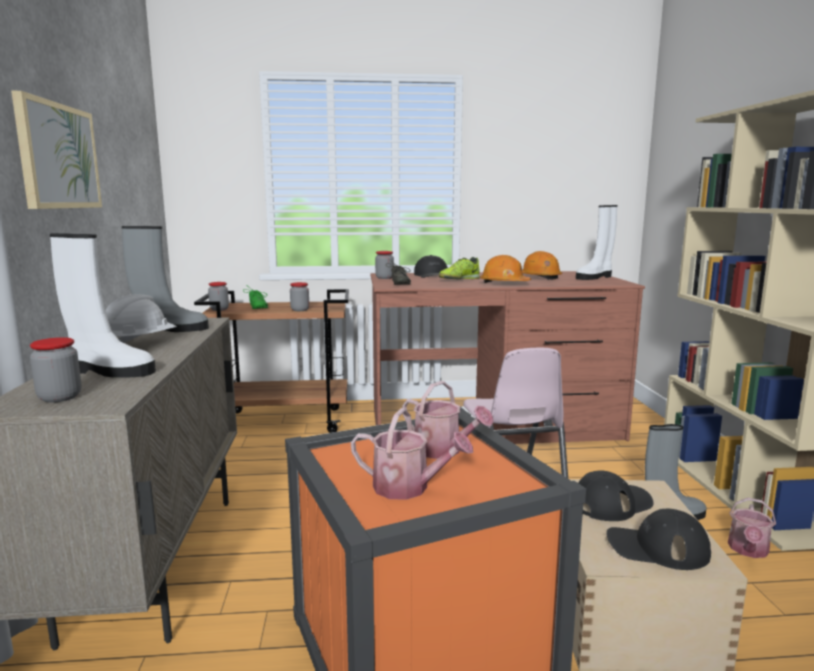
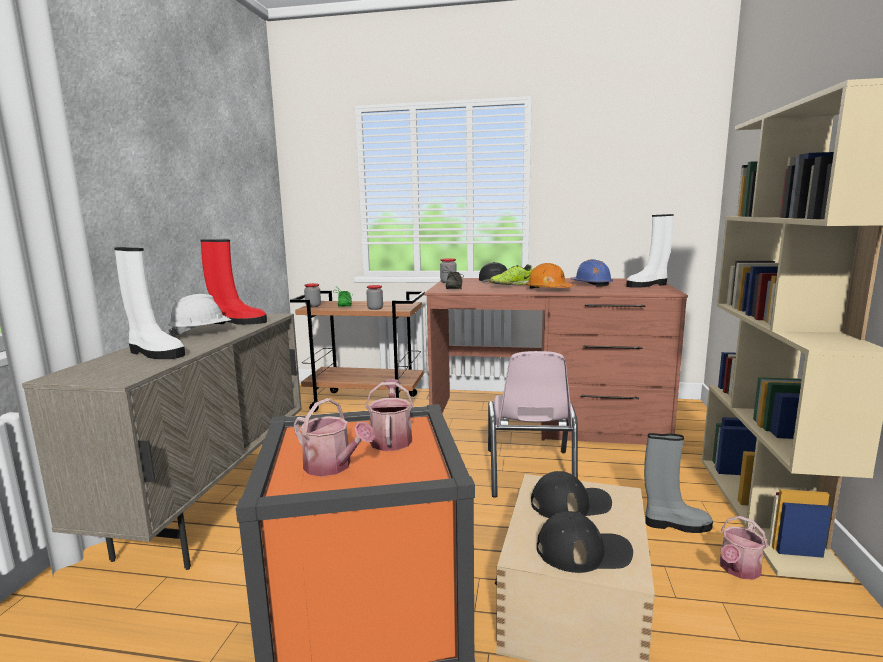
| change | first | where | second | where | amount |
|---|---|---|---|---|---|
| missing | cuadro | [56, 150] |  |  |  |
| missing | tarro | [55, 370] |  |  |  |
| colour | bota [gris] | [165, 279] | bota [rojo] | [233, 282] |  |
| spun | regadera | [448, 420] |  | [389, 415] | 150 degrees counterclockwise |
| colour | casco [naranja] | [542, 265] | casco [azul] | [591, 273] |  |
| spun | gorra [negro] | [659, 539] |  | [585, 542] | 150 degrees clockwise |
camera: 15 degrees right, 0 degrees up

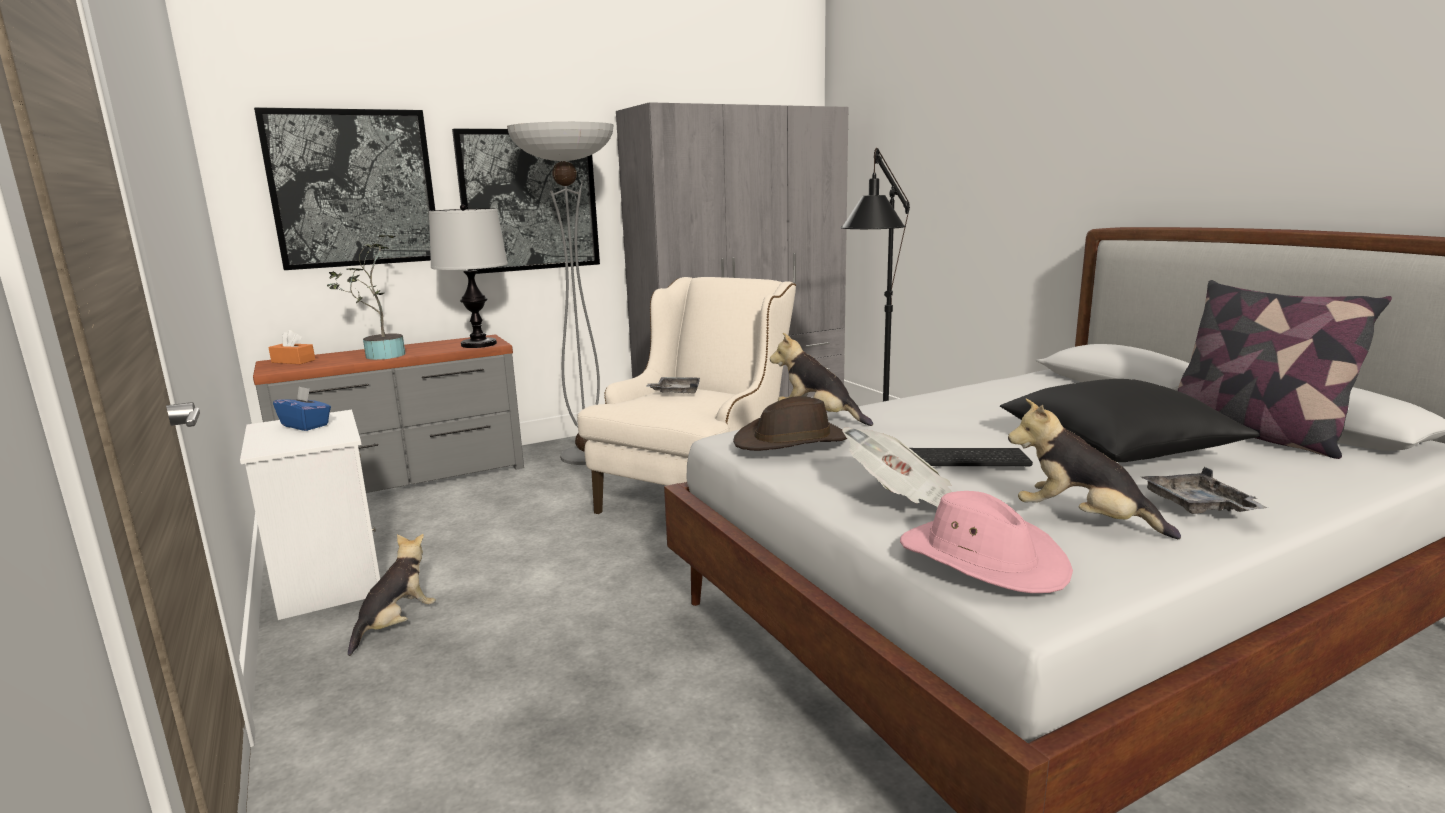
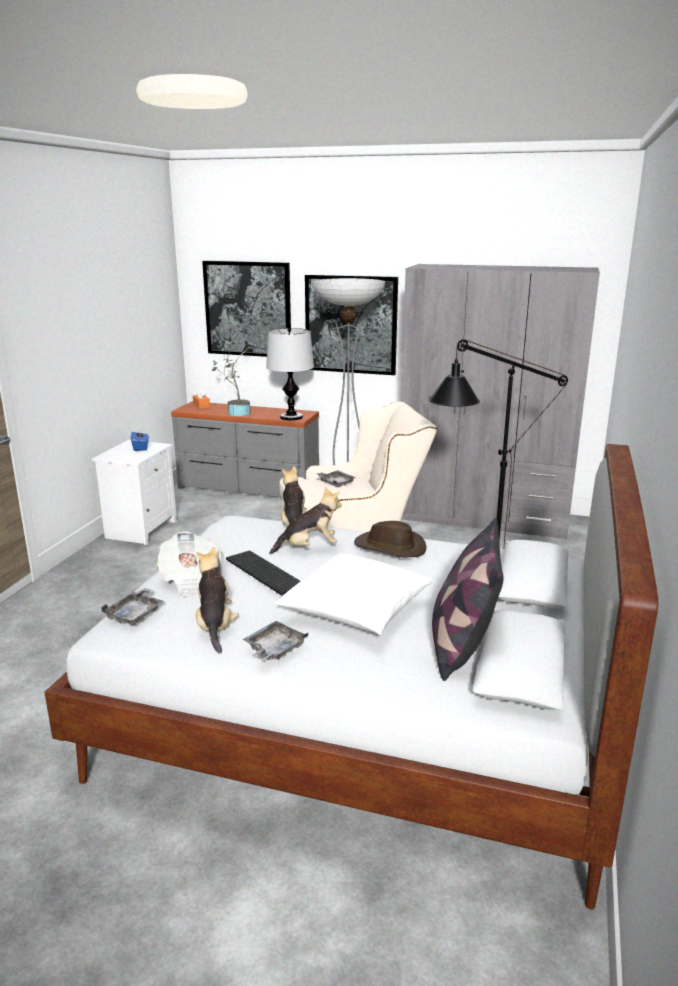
| change | first | where | second | where | amount |
|---|---|---|---|---|---|
| relocated | peluche | [392, 595] |  | [305, 520] |  |
| relocated | sombrero [marrón] | [790, 423] |  | [390, 539] |  |
| exchanged | sombrero [rosa] | [986, 542] | bandeja [gris] | [132, 606] |  |
| colour | cojín [negro] | [1129, 420] | cojín [blanco] | [353, 594] |  |
camera: 45 degrees right, 5 degrees up

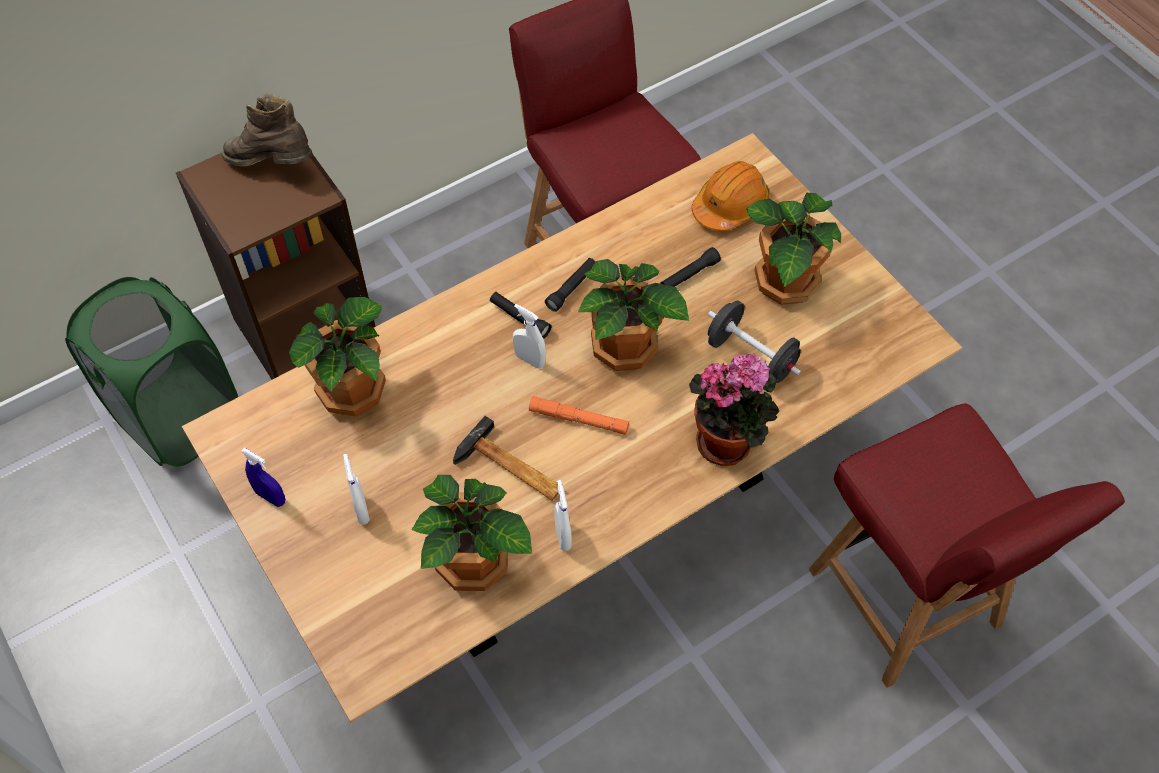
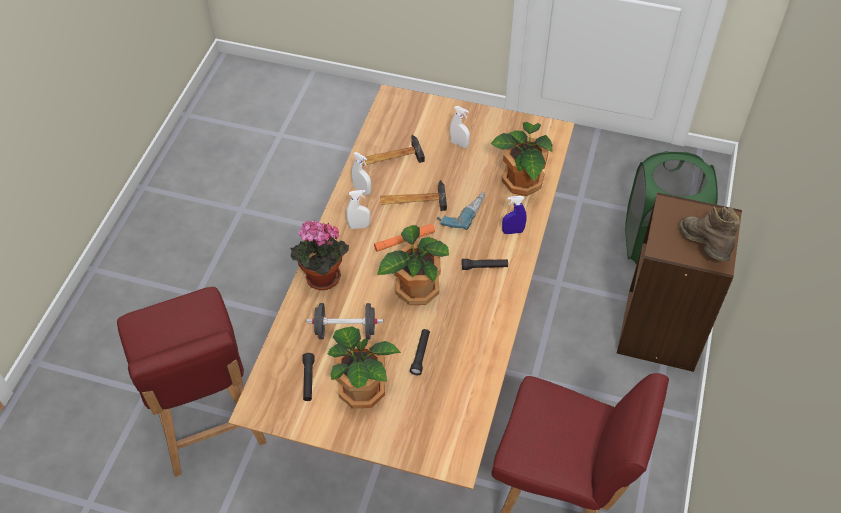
| change | first | where | second | where | amount |
|---|---|---|---|---|---|
| spun | bota [marrón] | [267, 130] |  | [709, 234] | 90 degrees counterclockwise |
| relocated | pulverizador [azul] | [263, 477] |  | [514, 215] |  |
| exchanged | planta en maceta | [472, 533] | martillo | [393, 150] |  |
| relocated | pulverizador [blanco] | [529, 336] |  | [358, 209] |  |
| relocated | linterna [negro] | [570, 285] |  | [308, 377] |  |
| missing | casco [naranja] | [730, 196] |  |  |  |
| spun | silla [rojo] | [967, 545] |  | [192, 382] | 135 degrees counterclockwise |
| appeared |  |  | taladro | [461, 211] |  |
camera: 140 degrees right, 5 degrees down

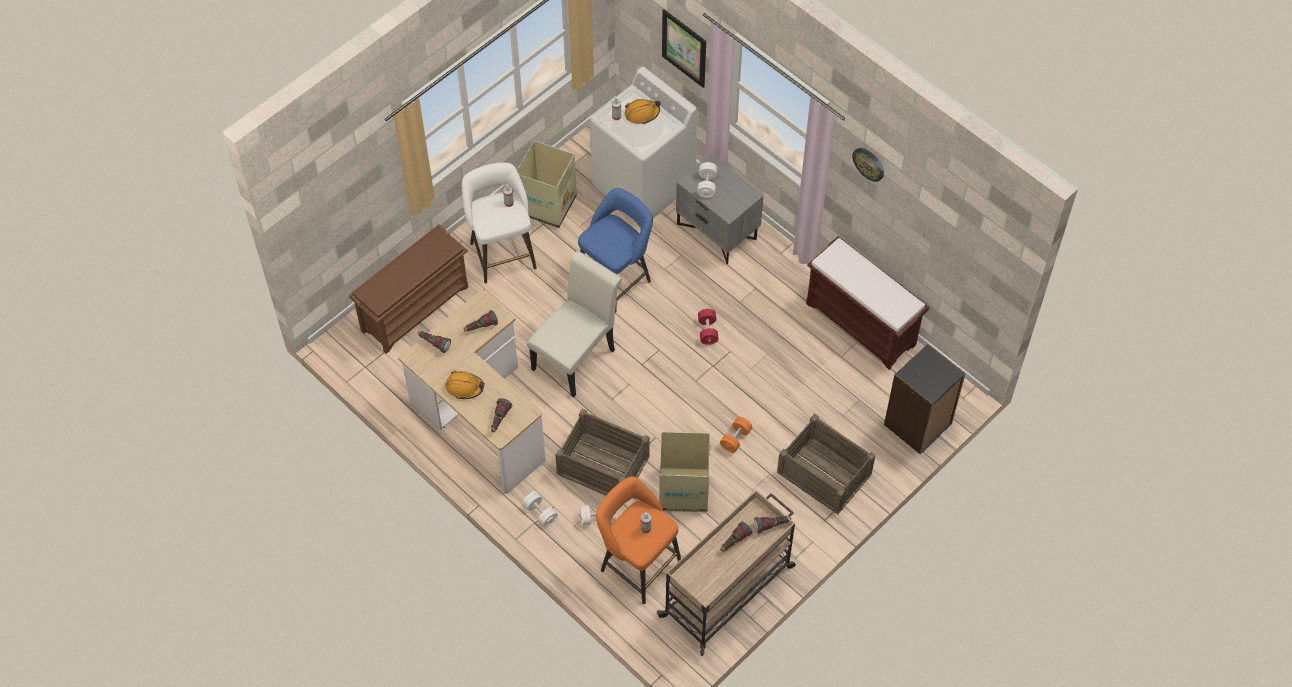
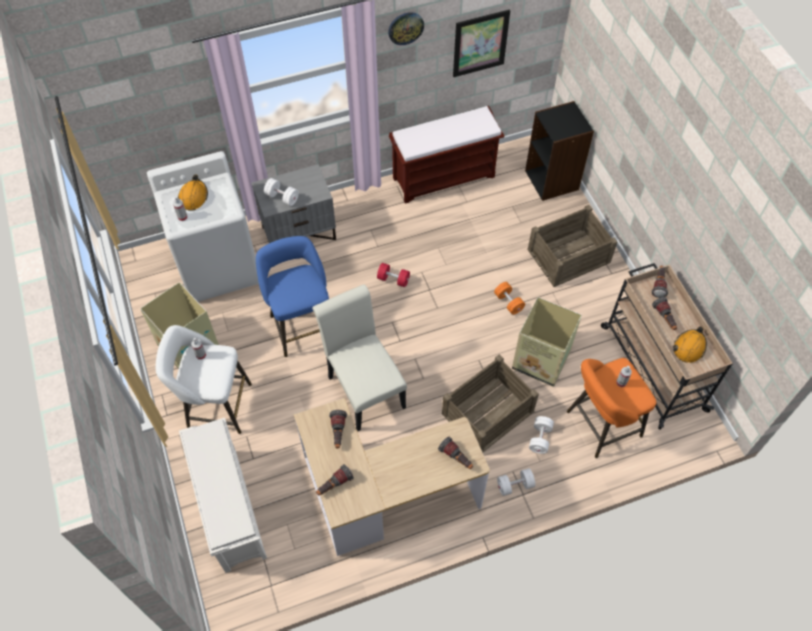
| change | first | where | second | where | amount |
|---|---|---|---|---|---|
| colour | zapatero [marrón] | [408, 289] | zapatero [blanco] | [223, 495] |  |
| relocated | casco [naranja] | [465, 384] |  | [690, 345] |  |
| relocated | cuadro | [684, 48] |  | [481, 43] |  |
camera: 65 degrees left, 0 degrees up

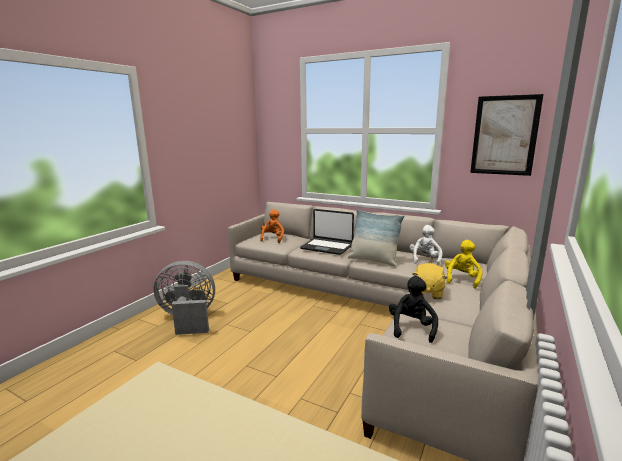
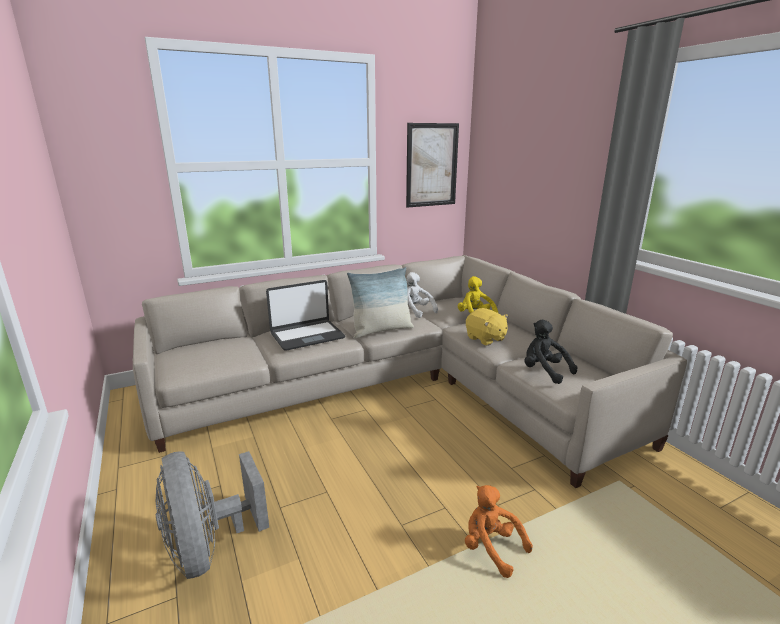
| change | first | where | second | where | amount |
|---|---|---|---|---|---|
| spun | ventilador [gris] | [184, 298] |  | [212, 515] | 60 degrees counterclockwise |
| relocated | peluche [naranja] | [272, 226] |  | [499, 531] |  |
camera: 55 degrees left, 5 degrees up

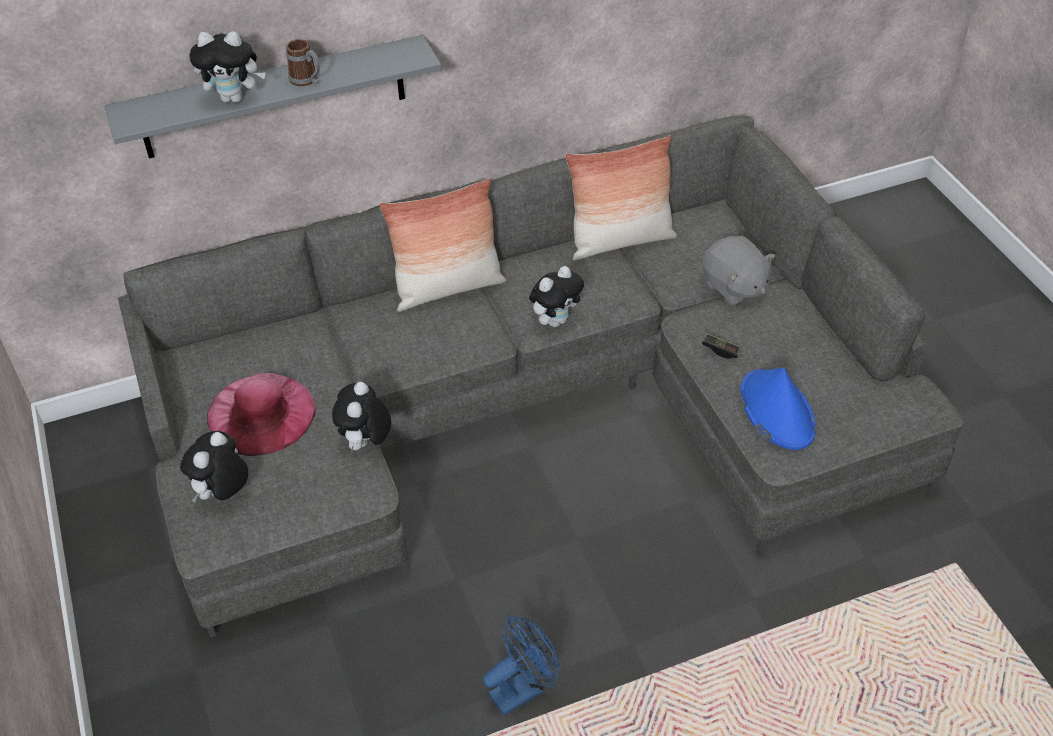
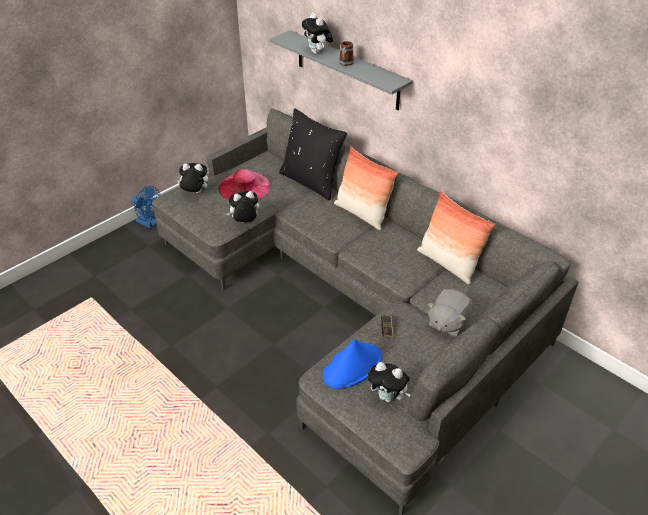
| change | first | where | second | where | amount |
|---|---|---|---|---|---|
| relocated | ventilador [azul] | [521, 665] |  | [146, 207] |  |
| relocated | peluche | [556, 296] |  | [389, 382] |  |
| appeared |  |  | cojín [negro] | [313, 154] |  |
camera: 65 degrees right, 5 degrees down

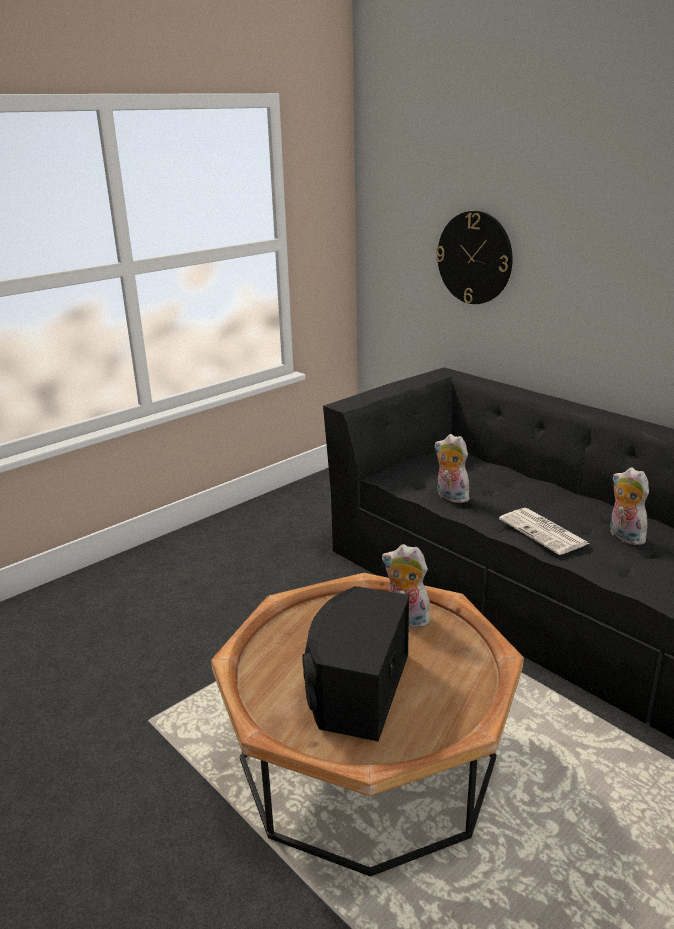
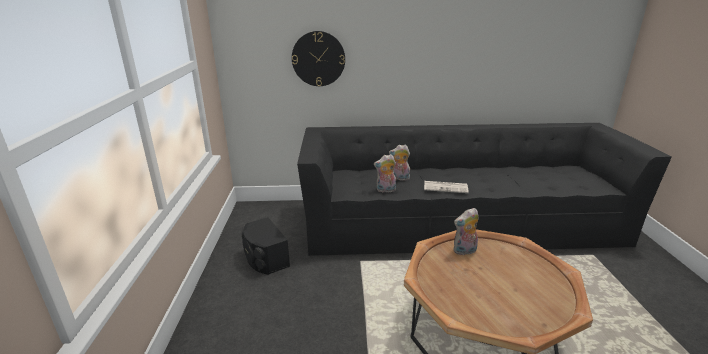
| change | first | where | second | where | amount |
|---|---|---|---|---|---|
| relocated | altavoz [negro] | [355, 664] |  | [266, 246] |  |
| relocated | peluche | [630, 506] |  | [399, 163] |  |
camera: 50 degrees left, 0 degrees up

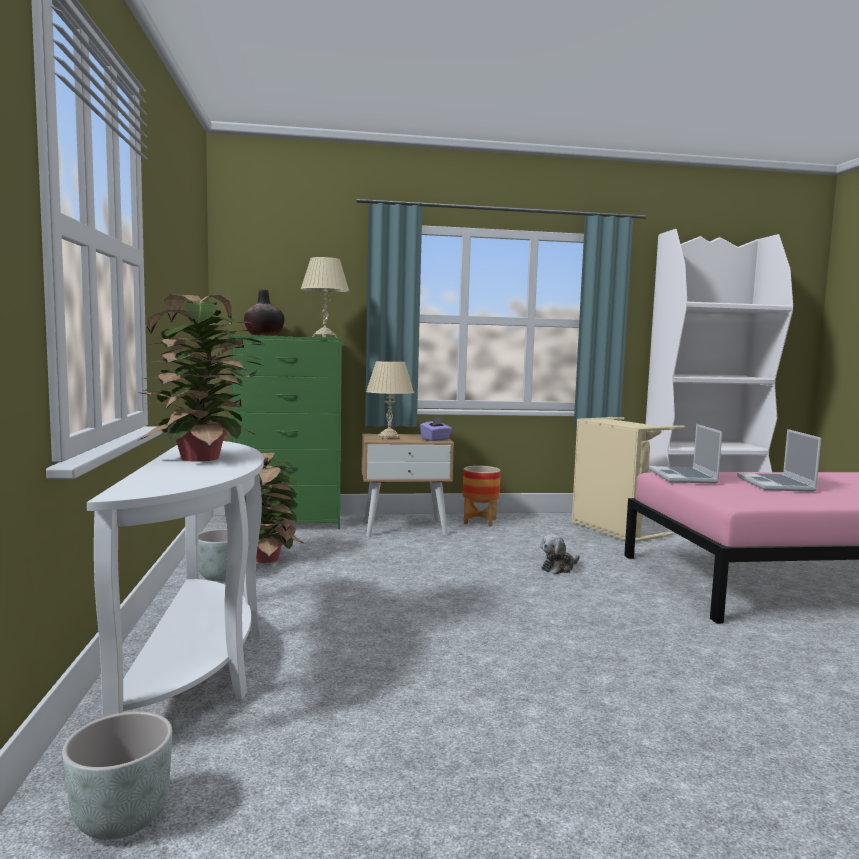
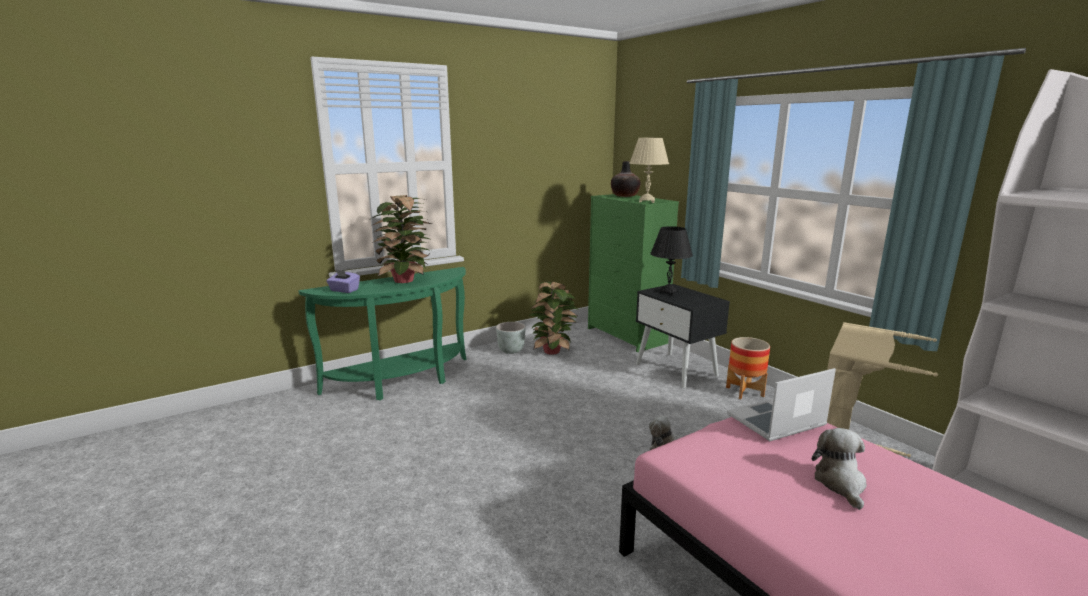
| change | first | where | second | where | amount |
|---|---|---|---|---|---|
| missing | maceta [gris] | [117, 775] |  |  |  |
| colour | mesa consola [blanco] | [175, 579] | mesa consola [verde] | [382, 333] |  |
| colour | mesita de noche [beis] | [408, 485] | mesita de noche [negro] | [683, 336] |  |
| colour | lámpara de mesa [beis] | [390, 400] | lámpara de mesa [negro] | [671, 260] |  |
| relocated | caja de pañuelos [morado] | [436, 429] |  | [343, 281] |  |
| exchanged | portátil | [779, 460] | peluche | [839, 469] |  |
camera: 65 degrees right, 10 degrees up

